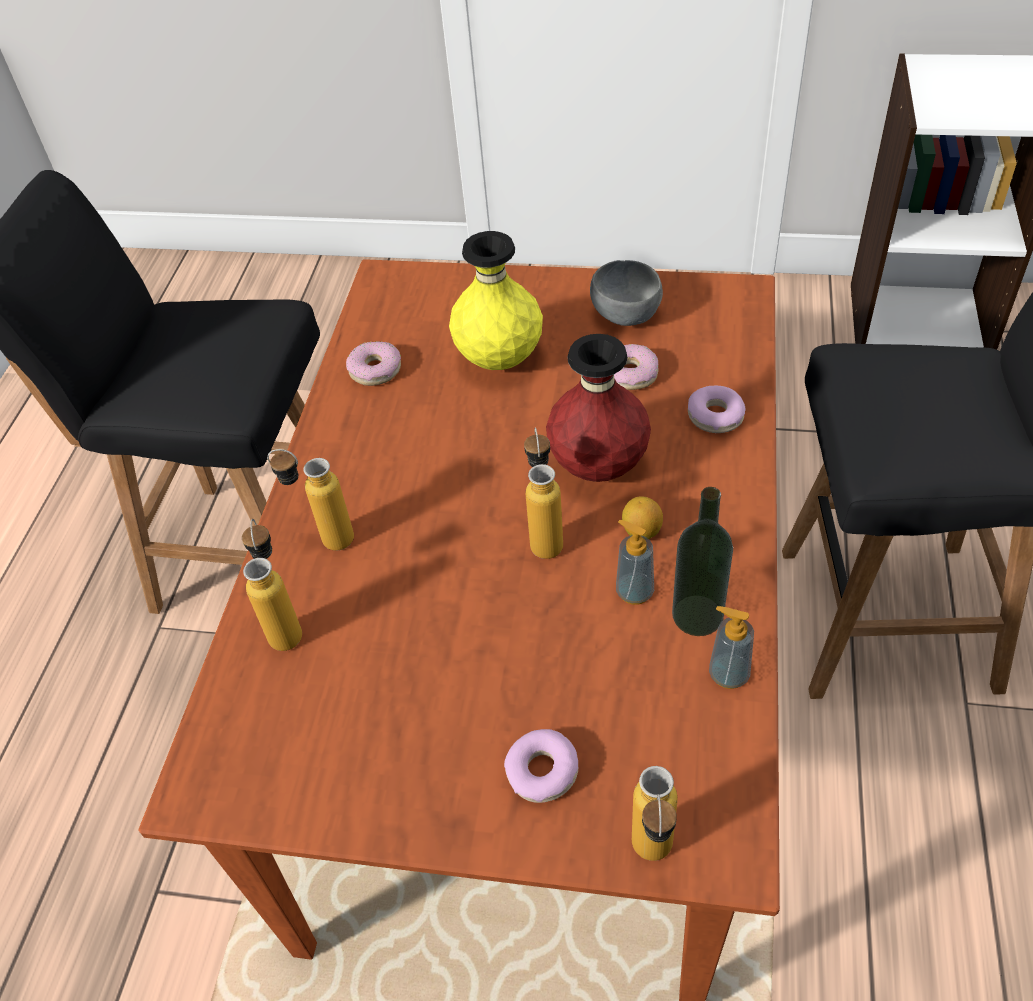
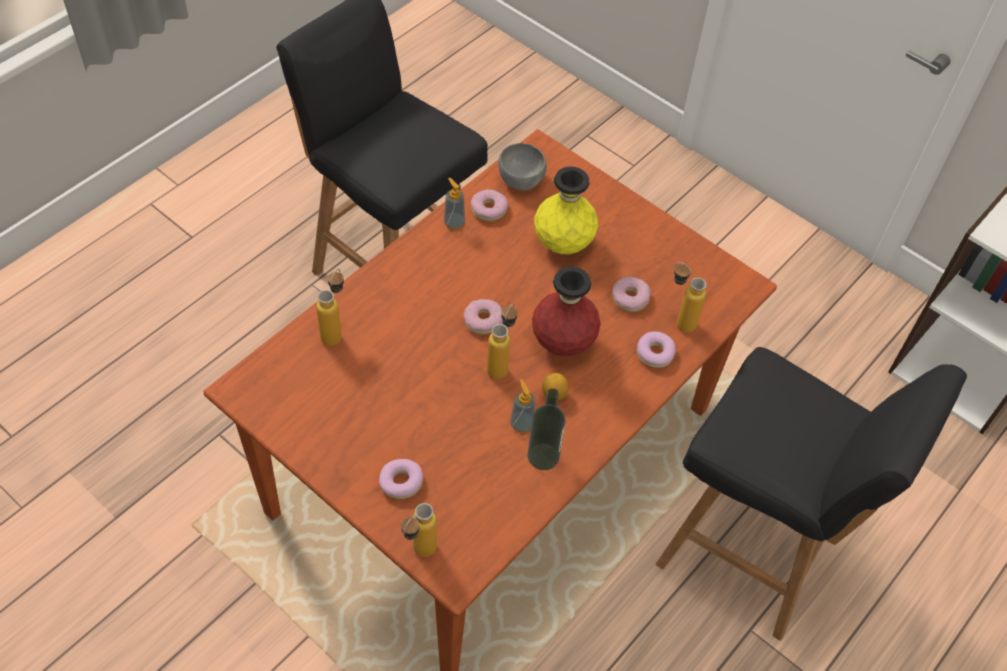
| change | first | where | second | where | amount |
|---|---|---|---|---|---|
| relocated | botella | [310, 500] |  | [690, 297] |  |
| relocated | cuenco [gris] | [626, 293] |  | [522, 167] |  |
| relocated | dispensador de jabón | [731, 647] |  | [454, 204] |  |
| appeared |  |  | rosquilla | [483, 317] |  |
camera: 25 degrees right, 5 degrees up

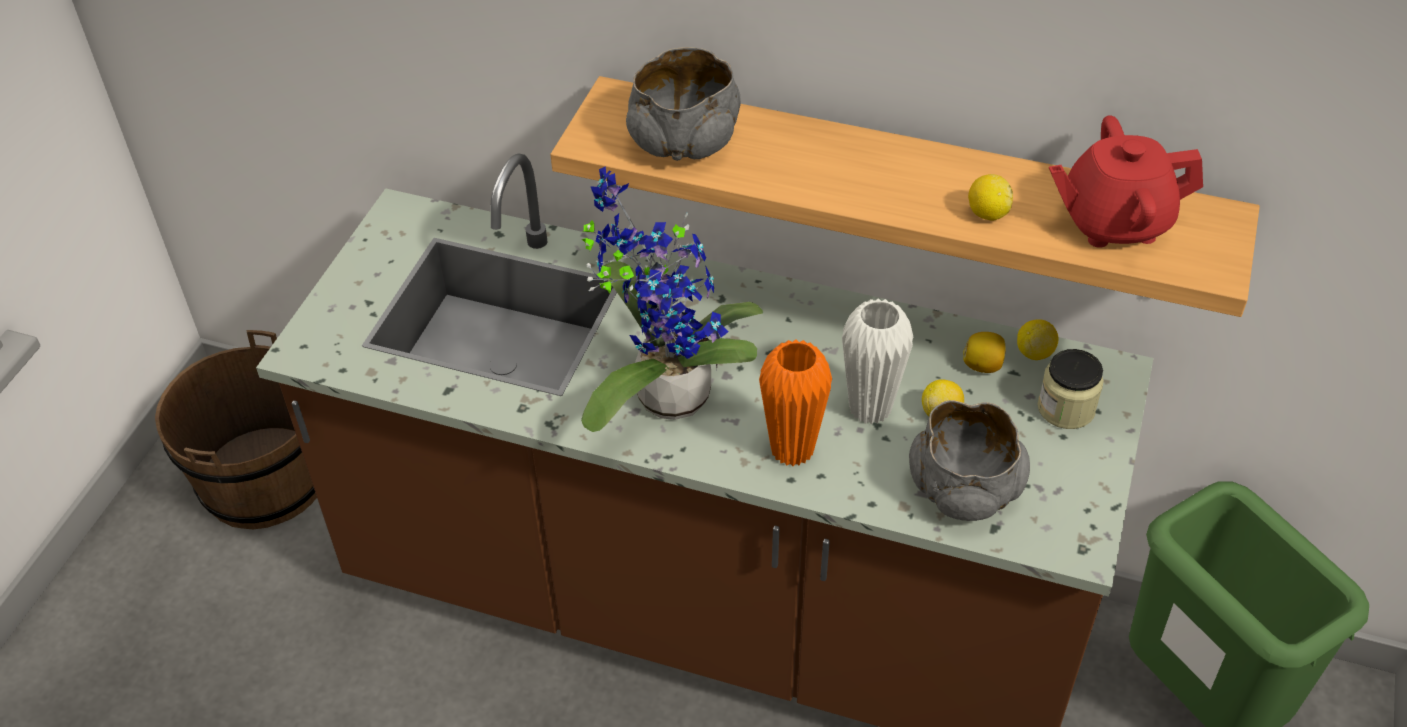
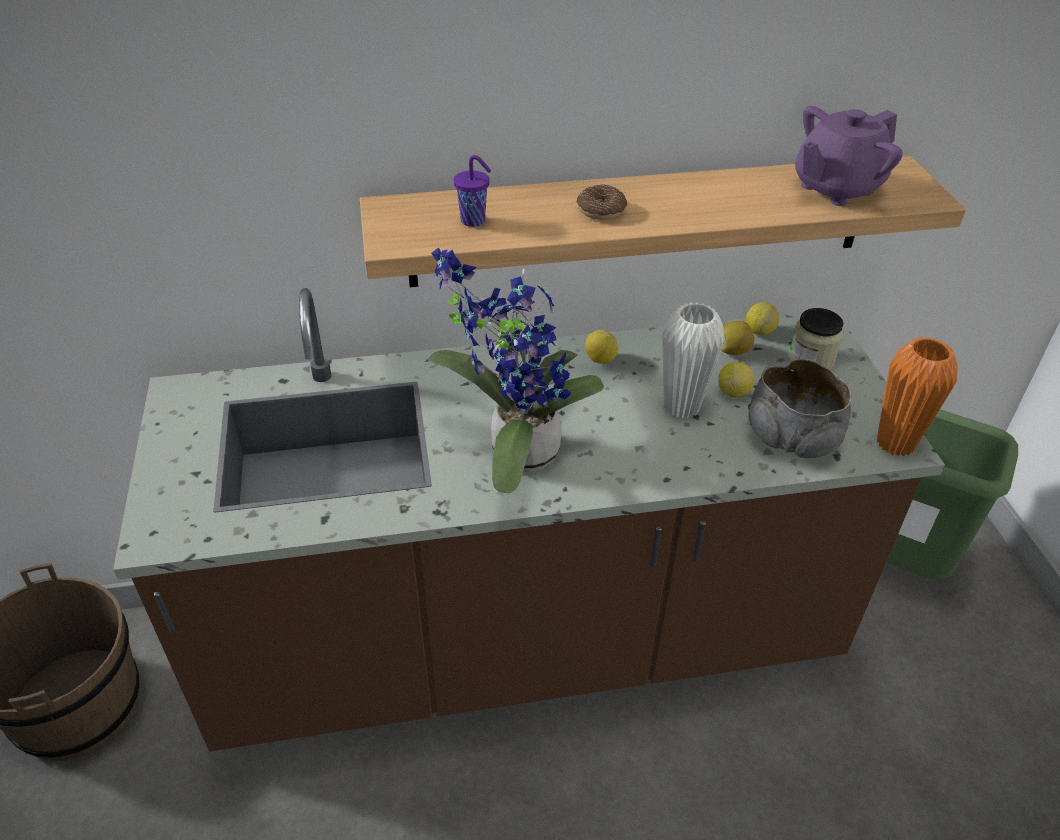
| change | first | where | second | where | amount |
|---|---|---|---|---|---|
| exchanged | cuenco [gris] | [683, 104] | taza [morado] | [472, 191] |  |
| relocated | florero [naranja] | [795, 402] |  | [917, 396] |  |
| relocated | limón | [990, 197] |  | [602, 347] |  |
| colour | tetera [rojo] | [1126, 181] | tetera [morado] | [849, 156] |  |
| appeared |  |  | rosquilla | [601, 202] |  |
camera: 30 degrees left, 5 degrees down

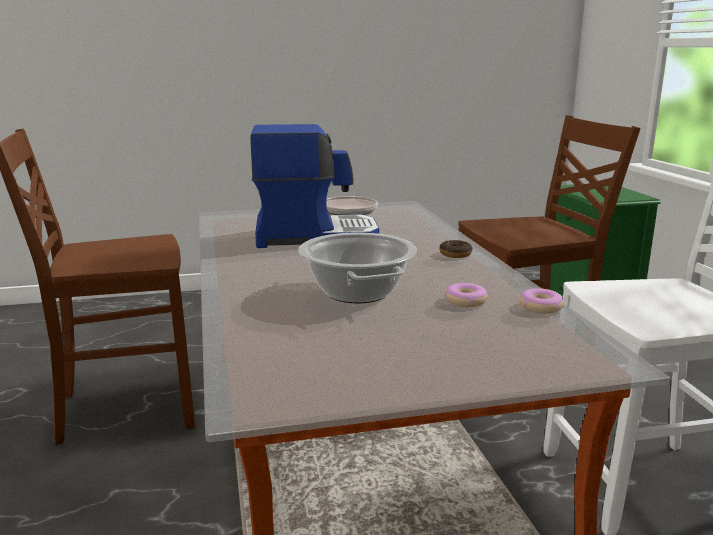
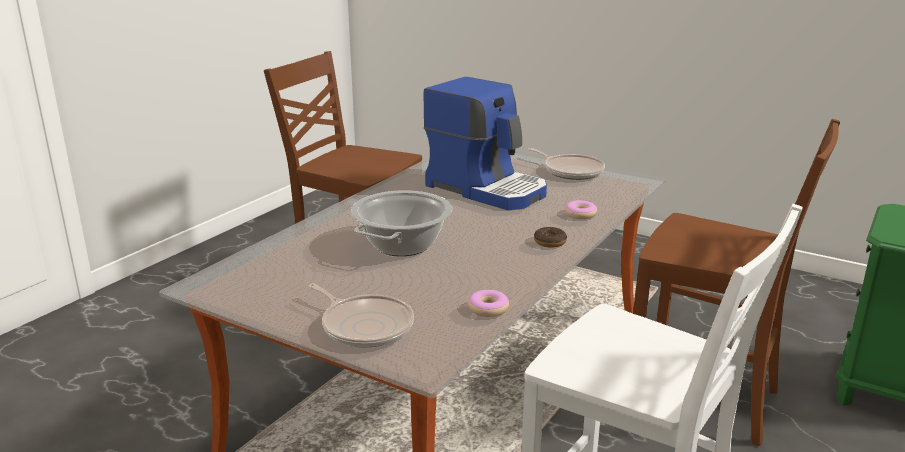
| change | first | where | second | where | amount |
|---|---|---|---|---|---|
| relocated | rosquilla | [466, 295] |  | [581, 209] |  |
| appeared |  |  | sartén | [361, 315] |  |
camera: 45 degrees right, 5 degrees up

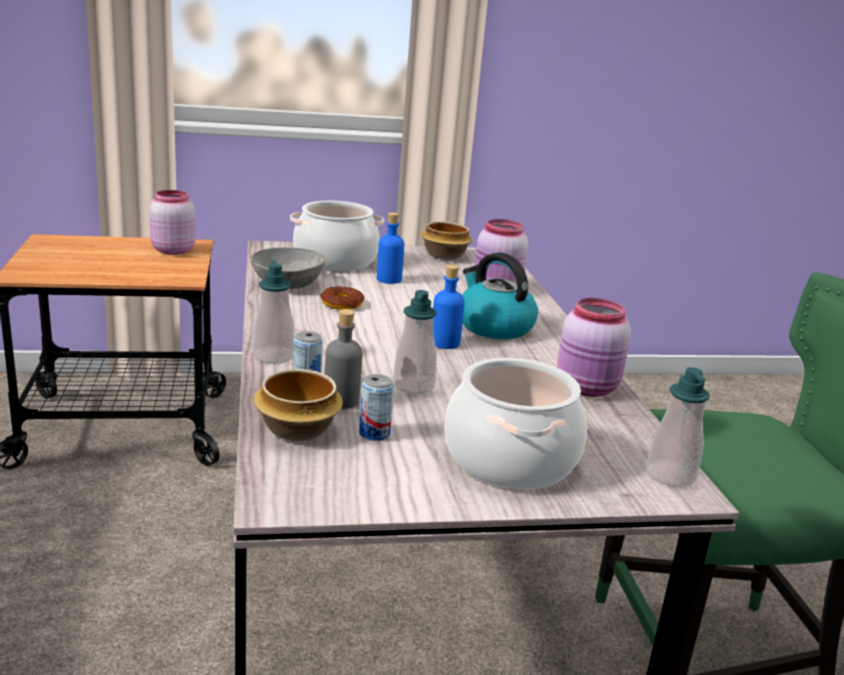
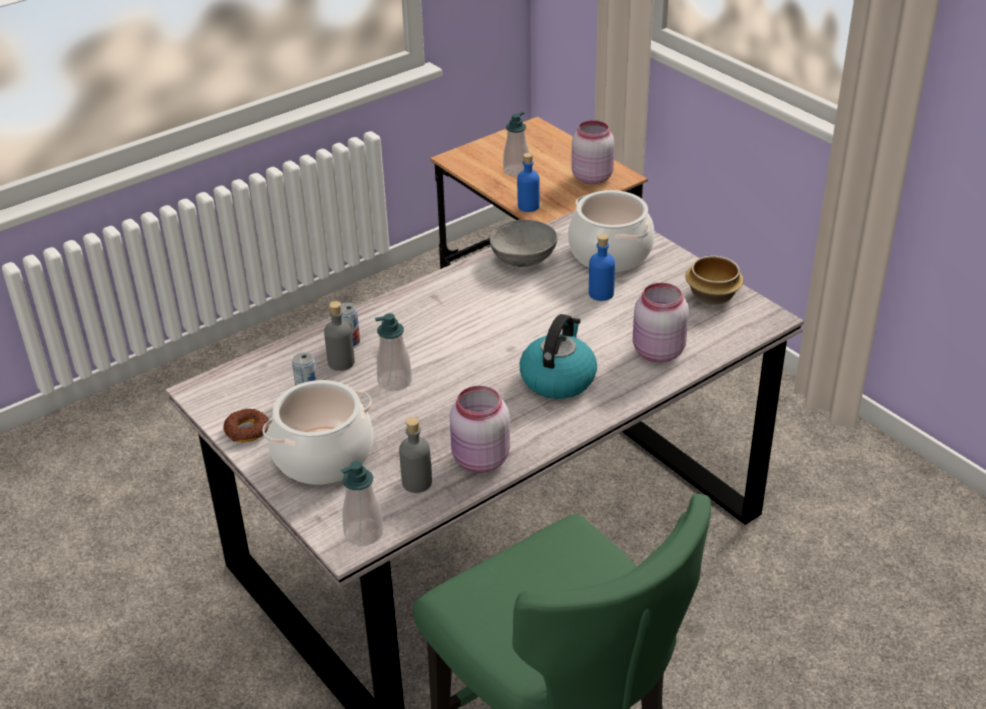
| change | first | where | second | where | amount |
|---|---|---|---|---|---|
| relocated | dispensador de jabón | [274, 312] |  | [516, 144] |  |
| missing | cuenco | [298, 405] |  |  |  |
| relocated | rosquilla | [342, 298] |  | [246, 425] |  |
| relocated | botella [azul] | [449, 306] |  | [528, 182] |  |
| appeared |  |  | botella [gris] | [415, 455] |  |
camera: 65 degrees right, 15 degrees up

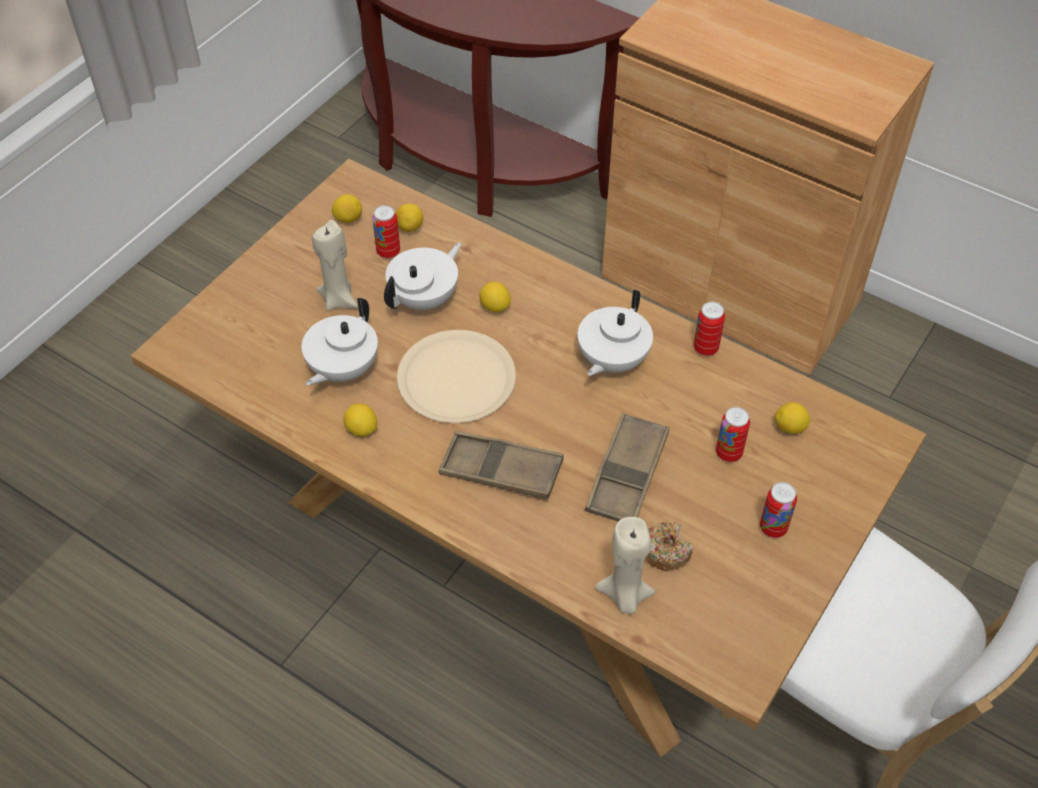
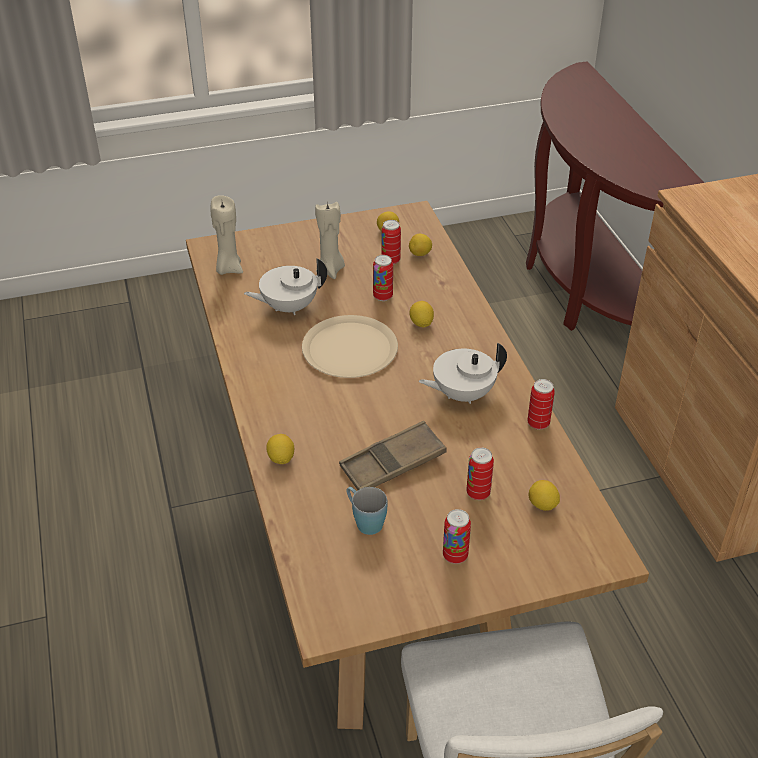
| change | first | where | second | where | amount |
|---|---|---|---|---|---|
| relocated | limón | [360, 420] |  | [280, 449] |  |
| exchanged | tetera [blanco] | [422, 276] | lata | [383, 278] |  |
| missing | bandeja [marrón] | [501, 465] |  |  |  |
| relocated | vela [beis] | [625, 565] |  | [227, 235] |  |
| exchanged | rosquilla | [669, 546] | taza grande [azul] | [367, 511] |  |
camera: 40 degrees right, 10 degrees down

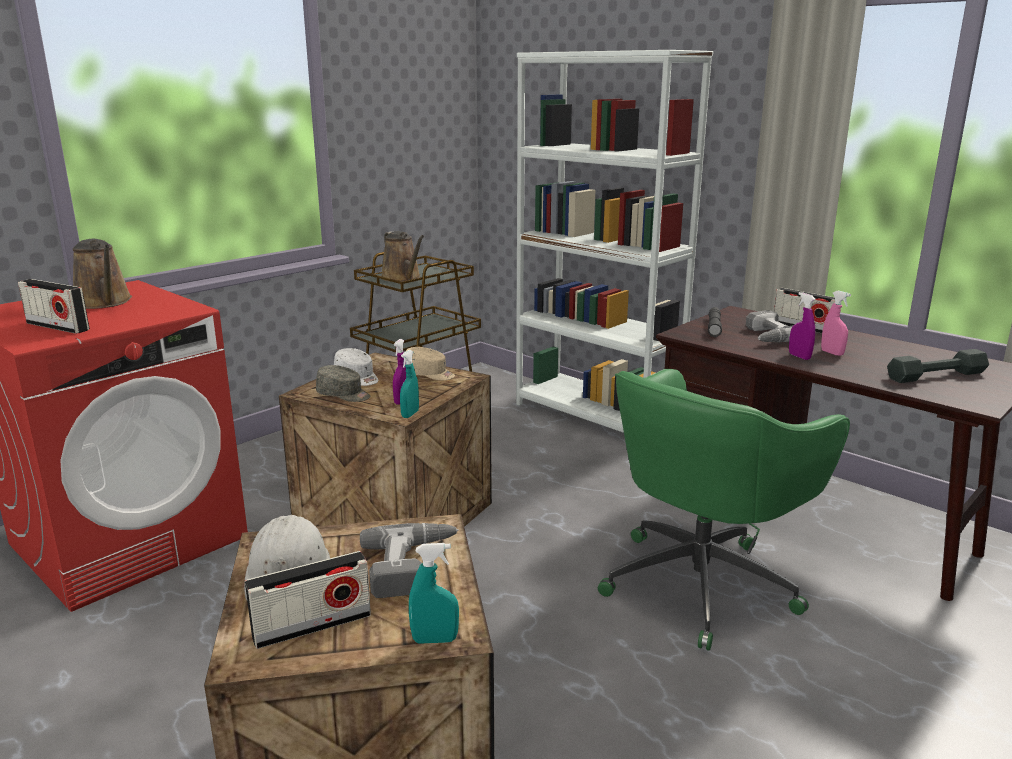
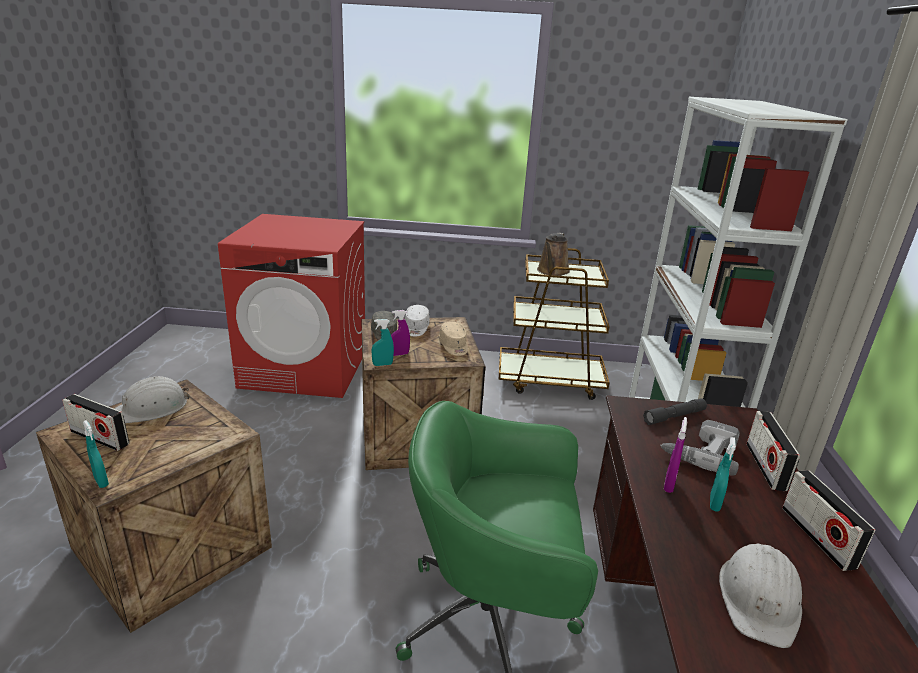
| change | first | where | second | where | amount |
|---|---|---|---|---|---|
| relocated | radio | [54, 306] |  | [828, 520] |  |
| missing | regadera [marrón] | [102, 274] |  |  |  |
| missing | taladro | [409, 560] |  |  |  |
| colour | pulverizador [rosa] | [836, 323] | pulverizador [turquesa] | [723, 474] |  |
| exchanged | mancuerna [gris] | [938, 366] | casco [blanco] | [760, 596] |  |
camera: 50 degrees right, 5 degrees up

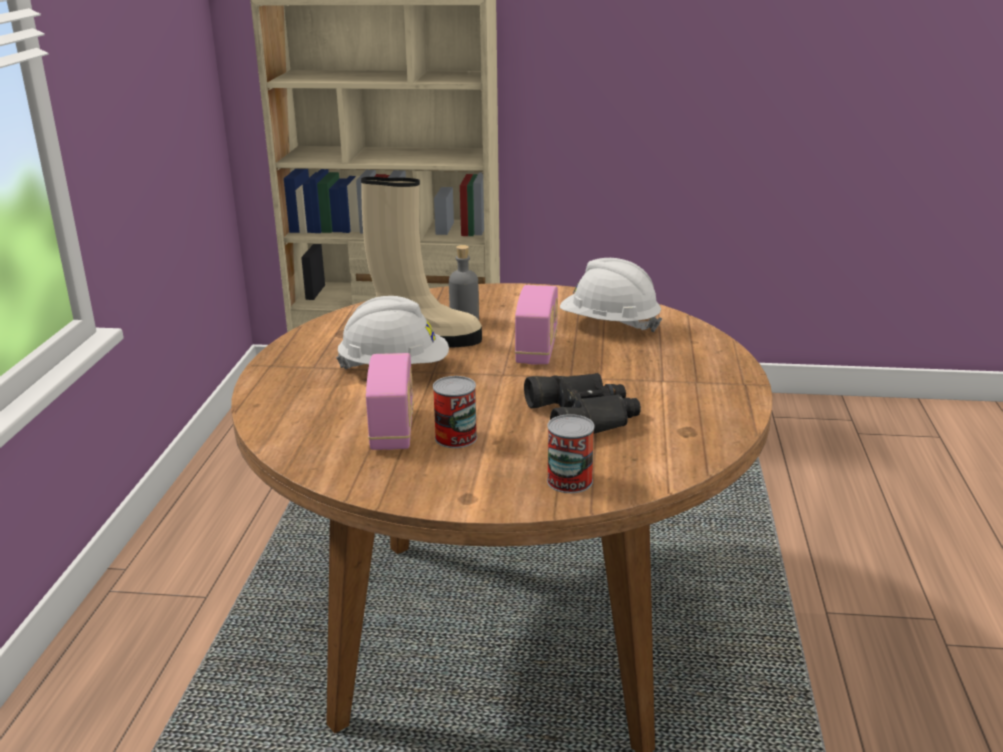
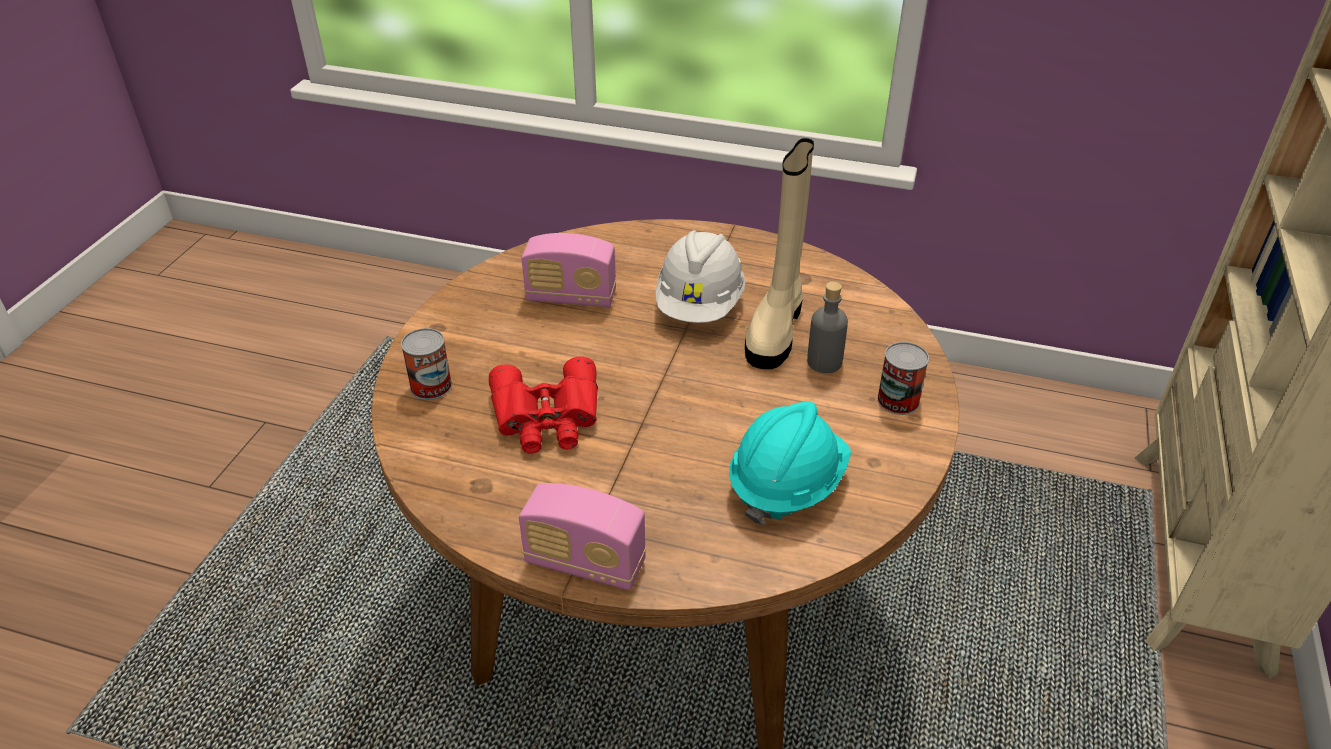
| change | first | where | second | where | amount |
|---|---|---|---|---|---|
| relocated | lata | [455, 412] |  | [903, 378] |  |
| relocated | radio | [536, 325] |  | [582, 537] |  |
| colour | prismáticos [negro] | [582, 403] | prismáticos [rojo] | [543, 405] |  |
| colour | casco [blanco] | [611, 295] | casco [turquesa] | [790, 463] |  |
camera: 100 degrees right, 15 degrees up

